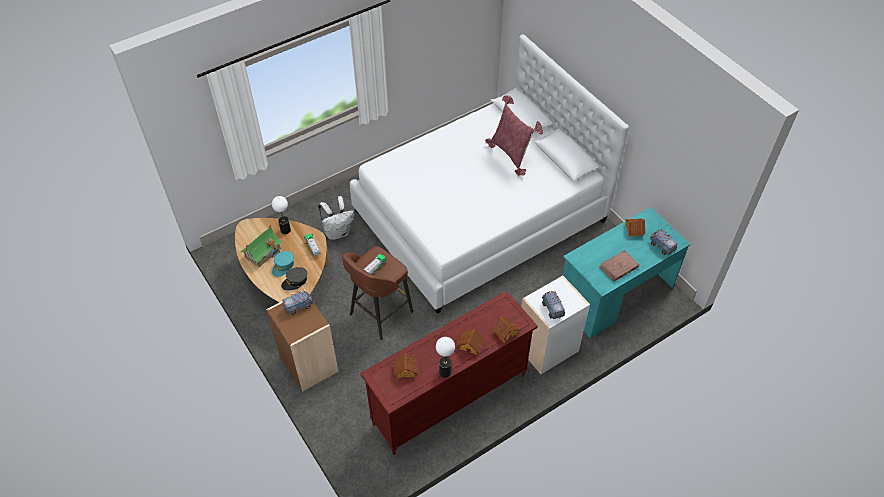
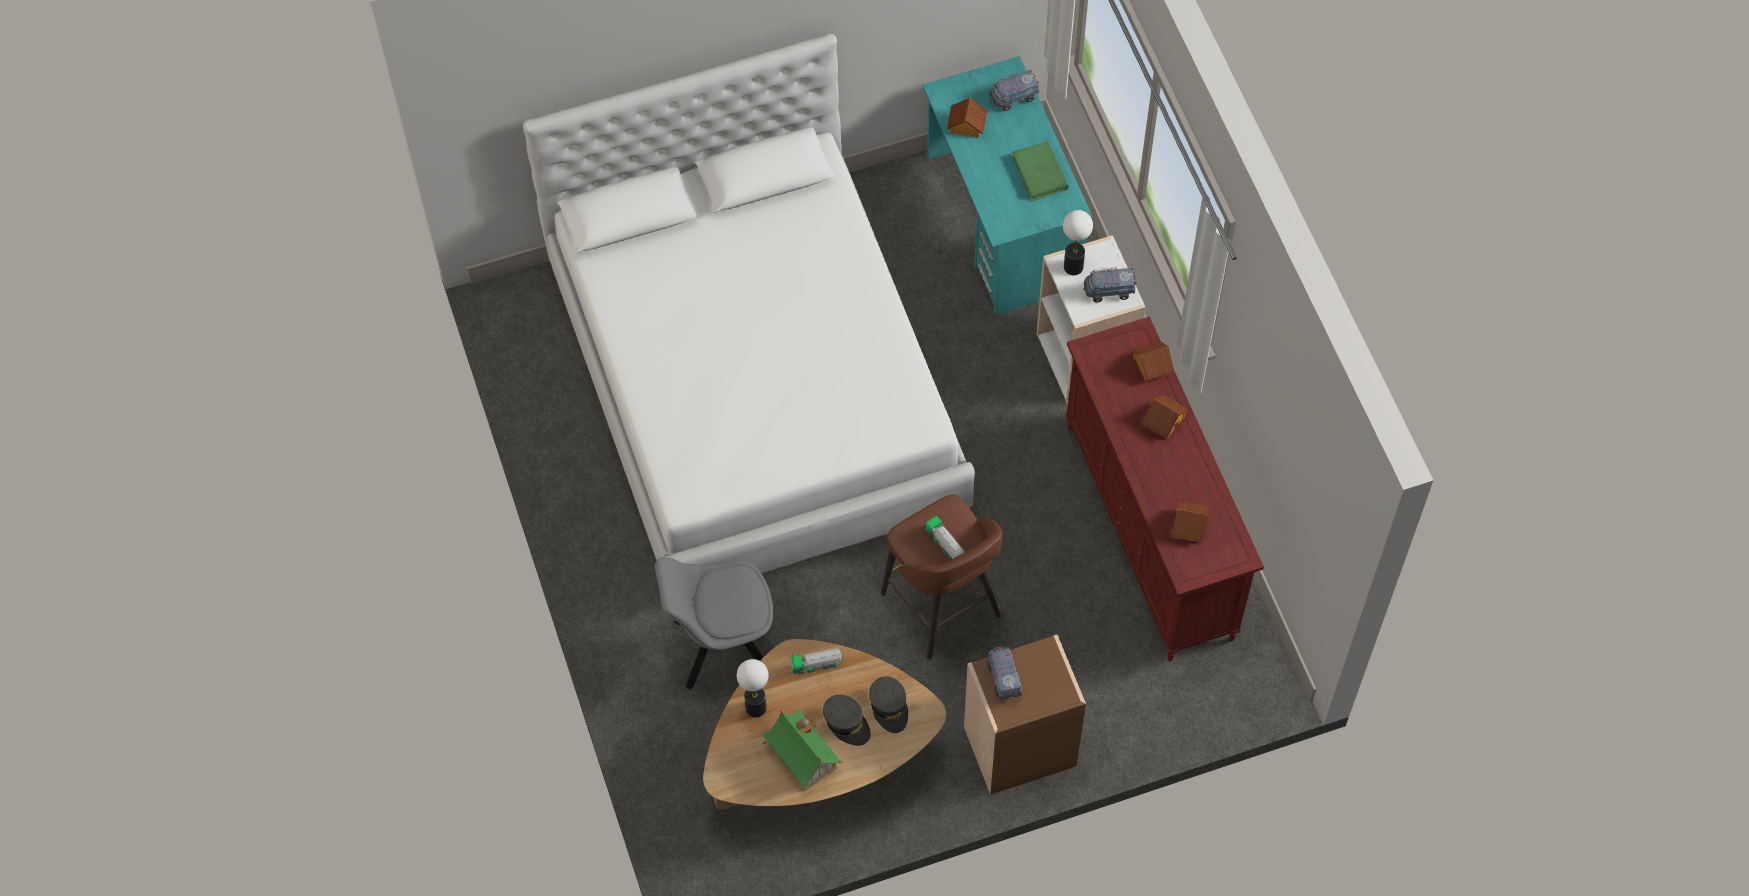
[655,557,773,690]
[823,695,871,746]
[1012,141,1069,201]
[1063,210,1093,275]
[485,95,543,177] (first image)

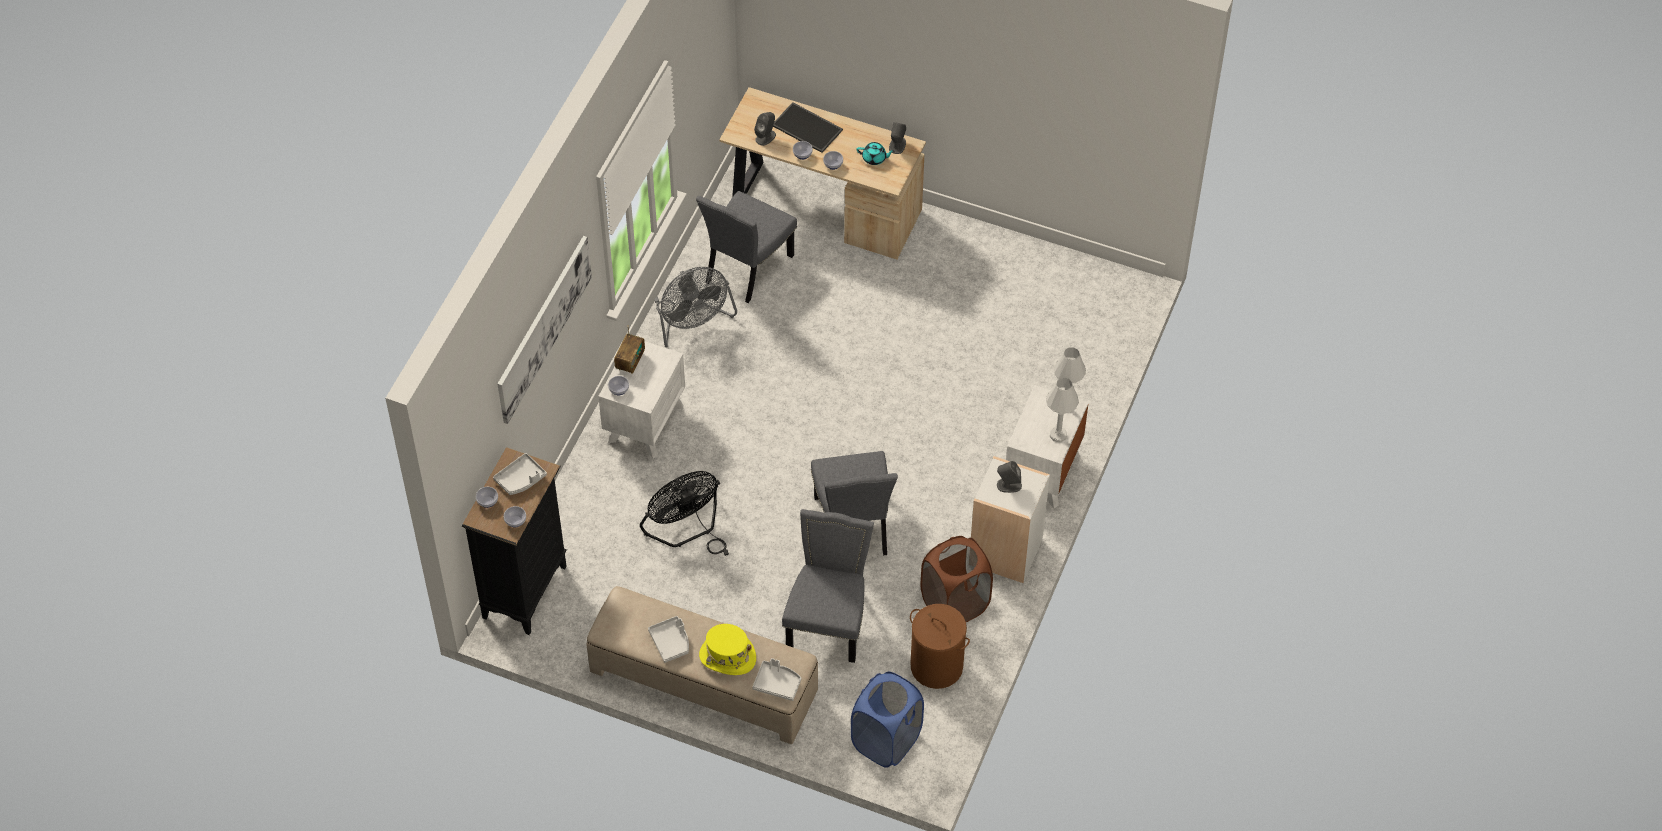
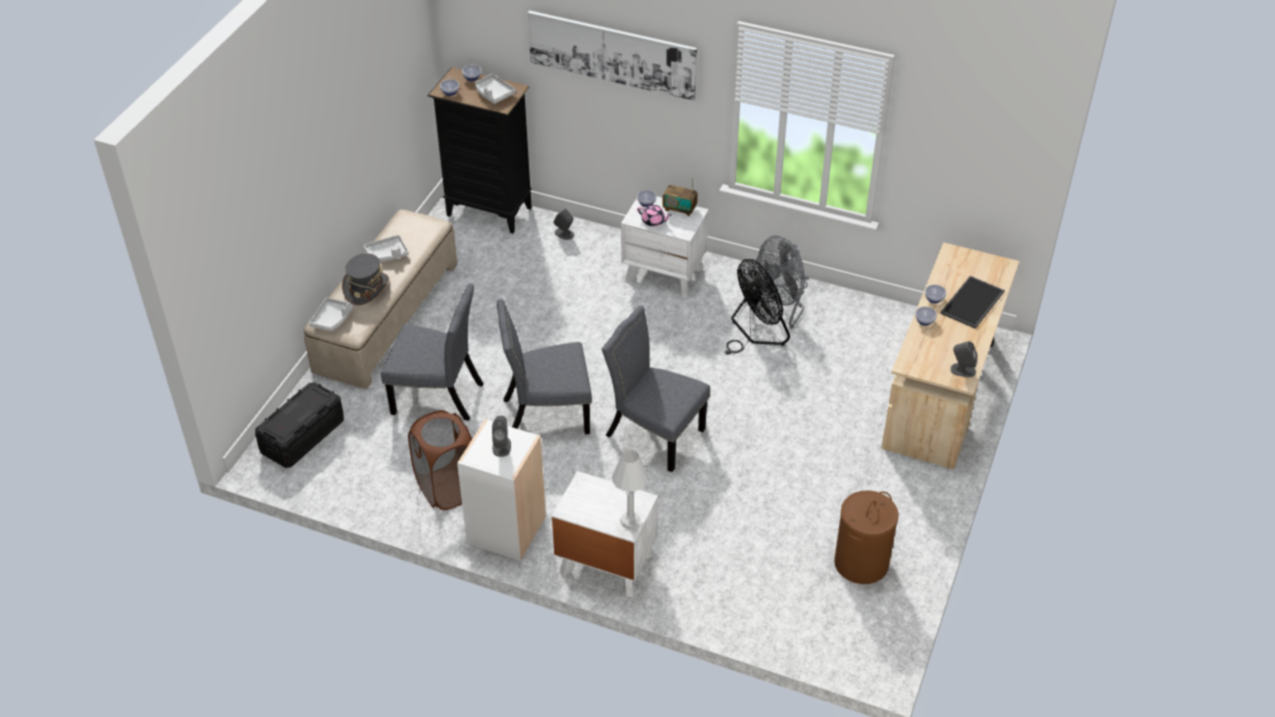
[255,382,344,468]
[342,253,389,305]
[553,208,574,240]
[602,305,710,472]
[637,205,672,227]
[724,259,790,355]
[834,490,899,584]
[856,142,895,165] (first image)
[1046,378,1079,442] (first image)

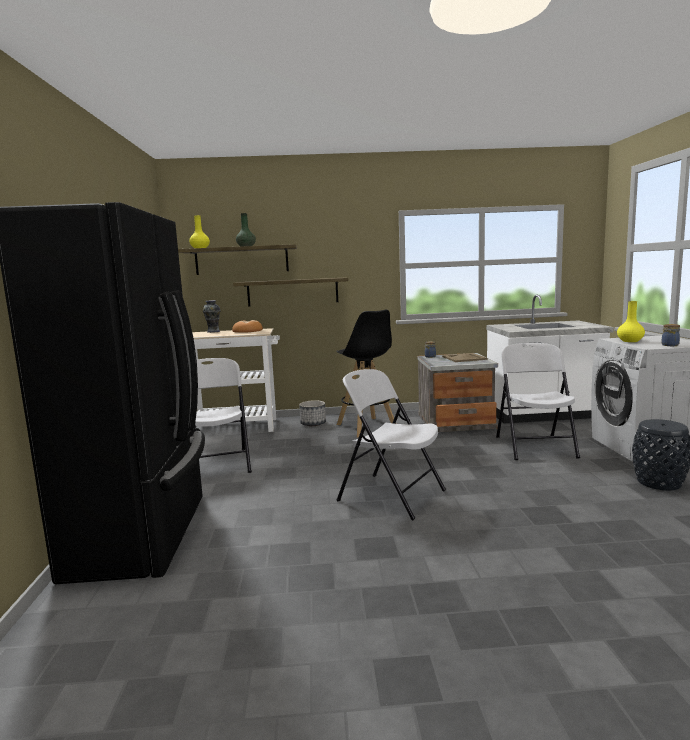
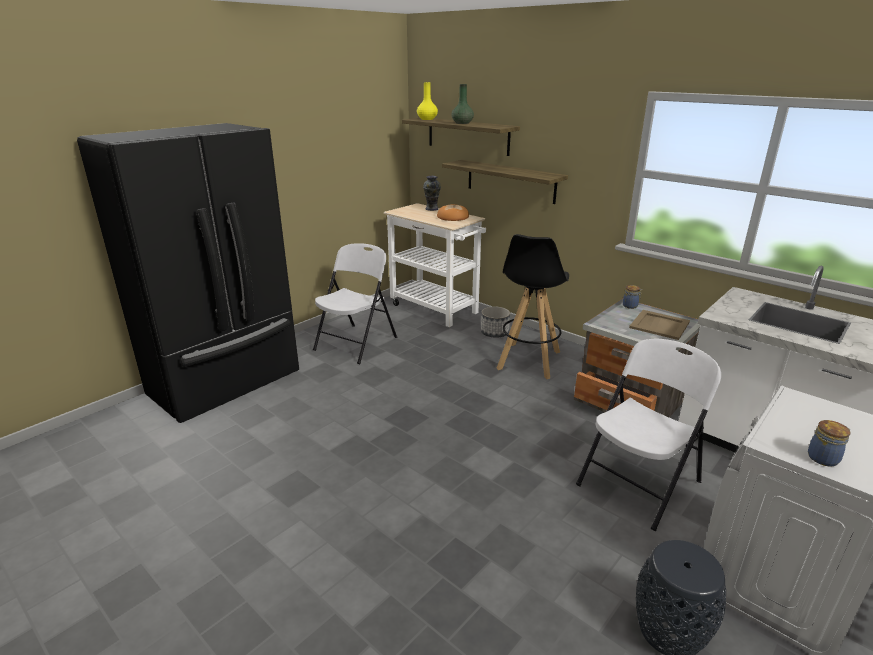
[337,369,446,521] (first image)
[617,301,645,342] (first image)

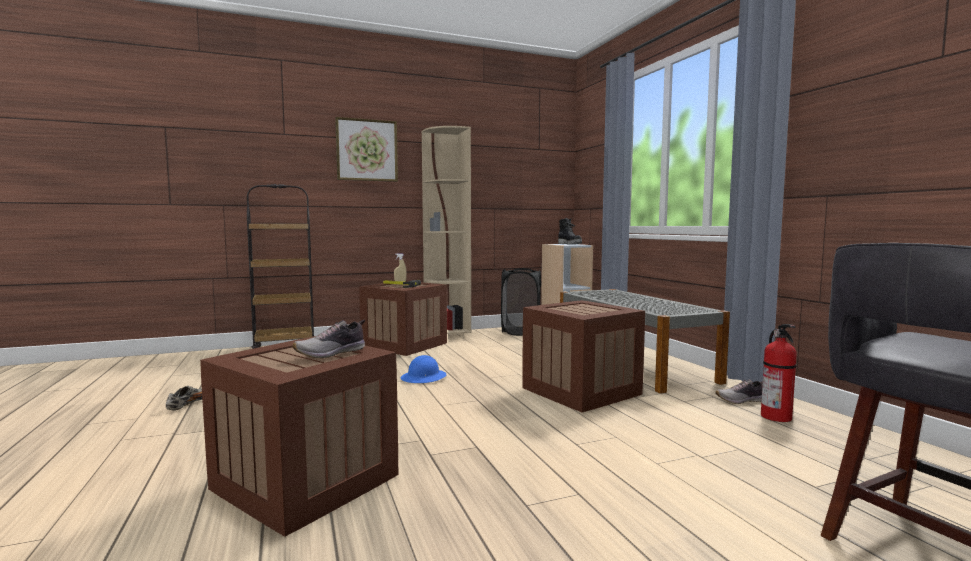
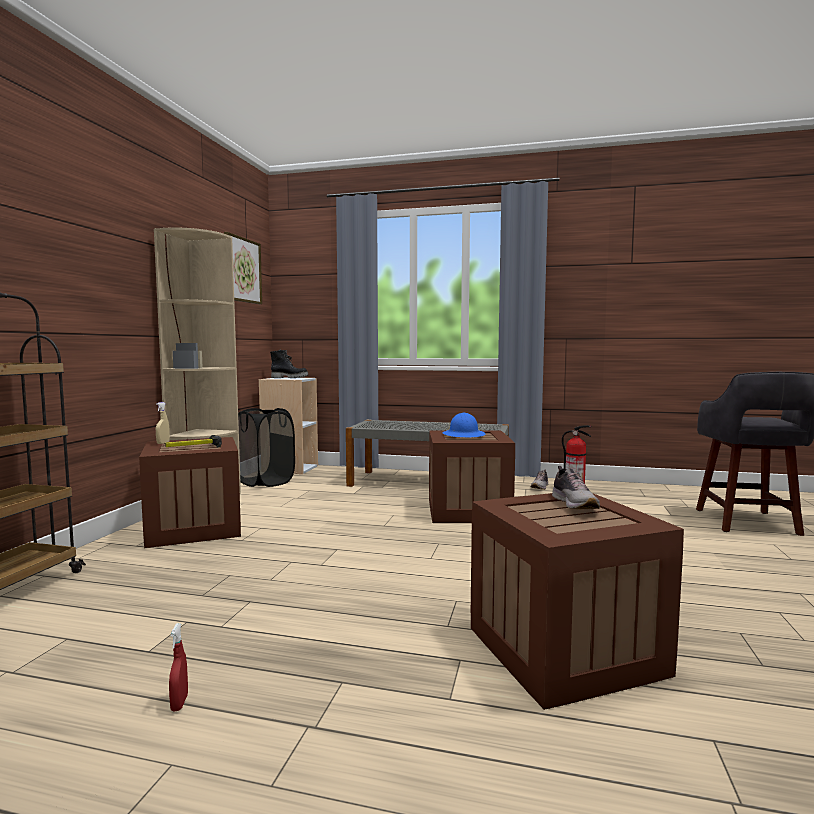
[169,623,188,711]
[224,232,262,304]
[443,412,486,437]

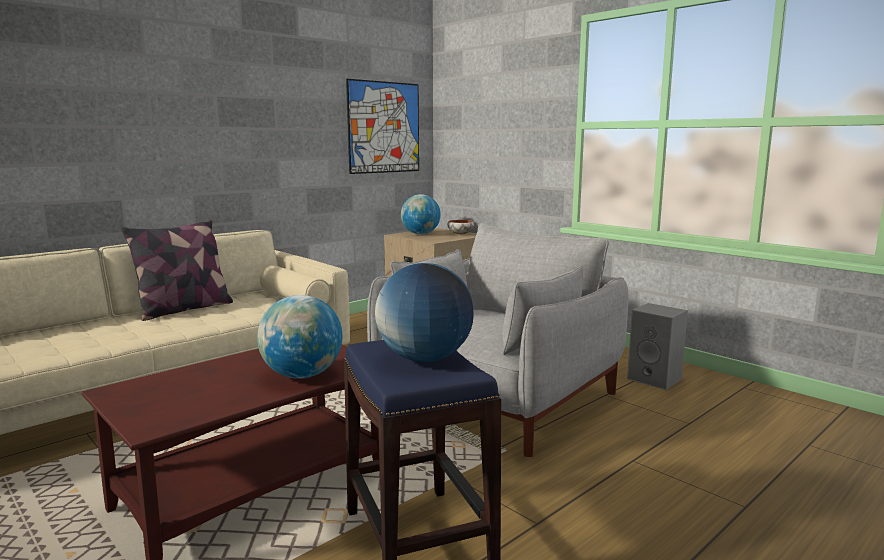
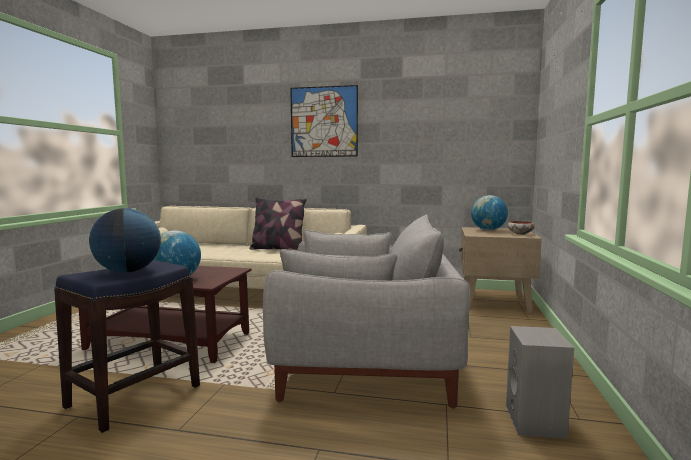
[290,85,358,157]

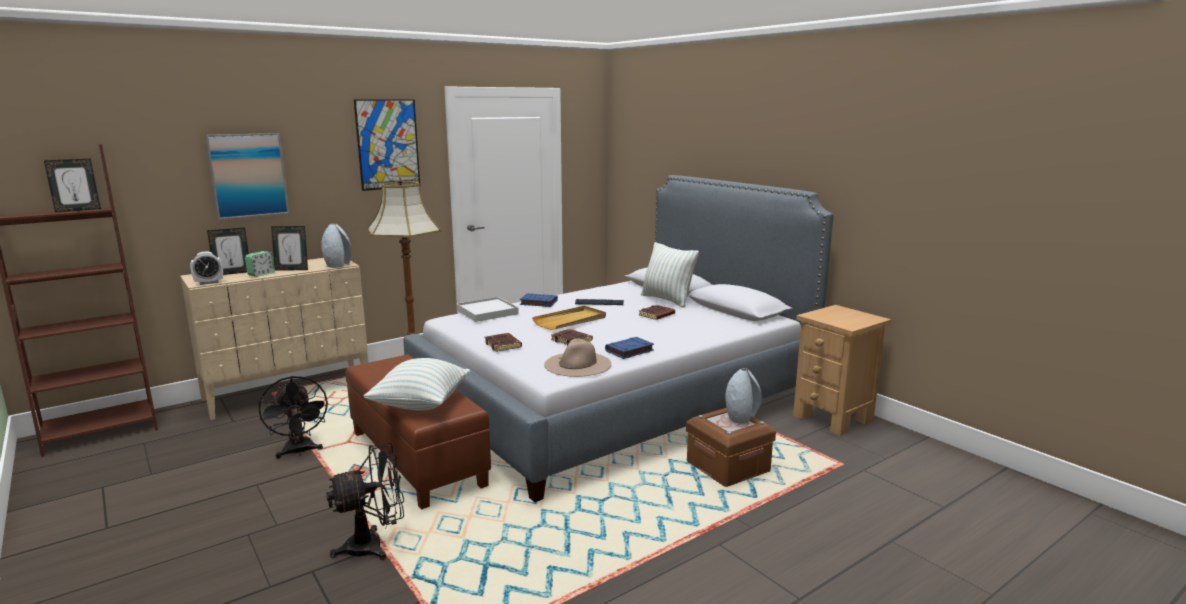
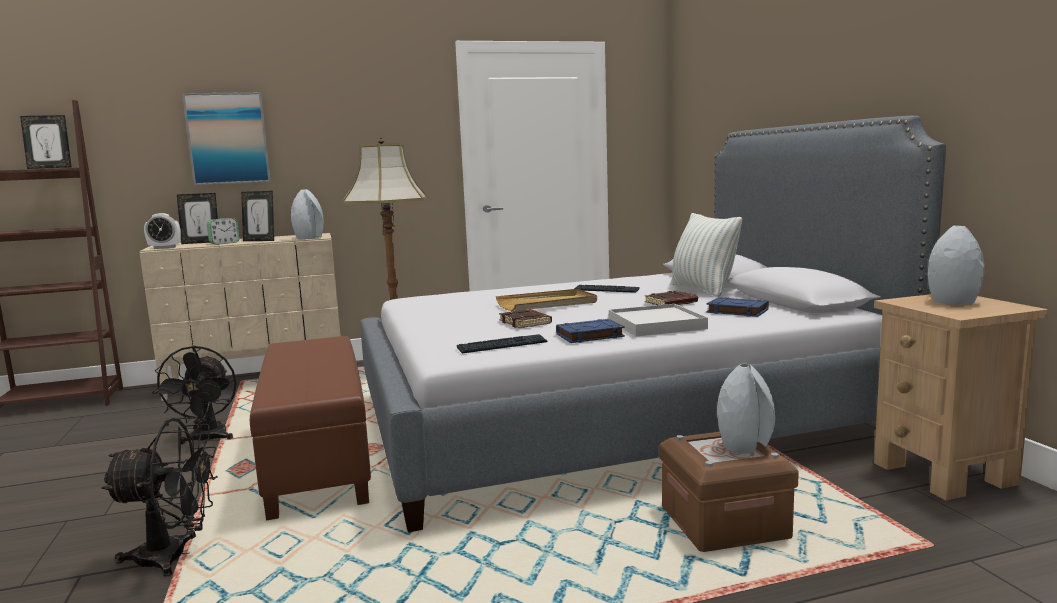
[457,334,548,353]
[609,304,708,336]
[706,297,769,317]
[928,225,985,305]
[354,99,420,191] (first image)
[364,358,470,411] (first image)
[485,333,522,352] (first image)

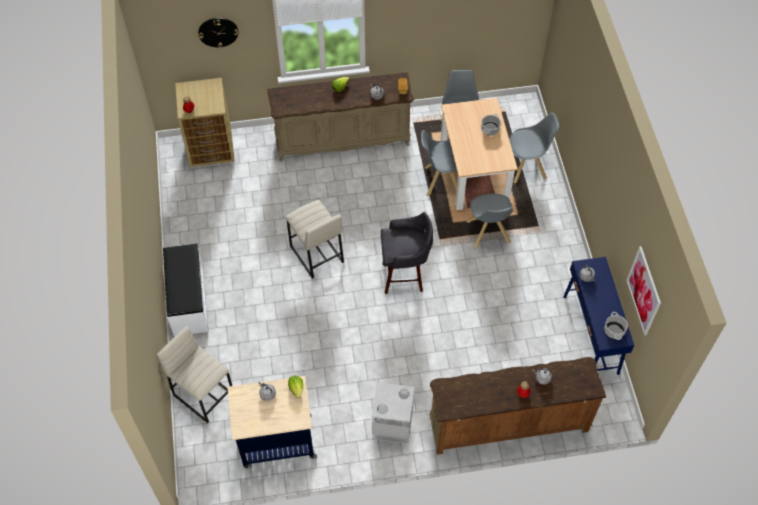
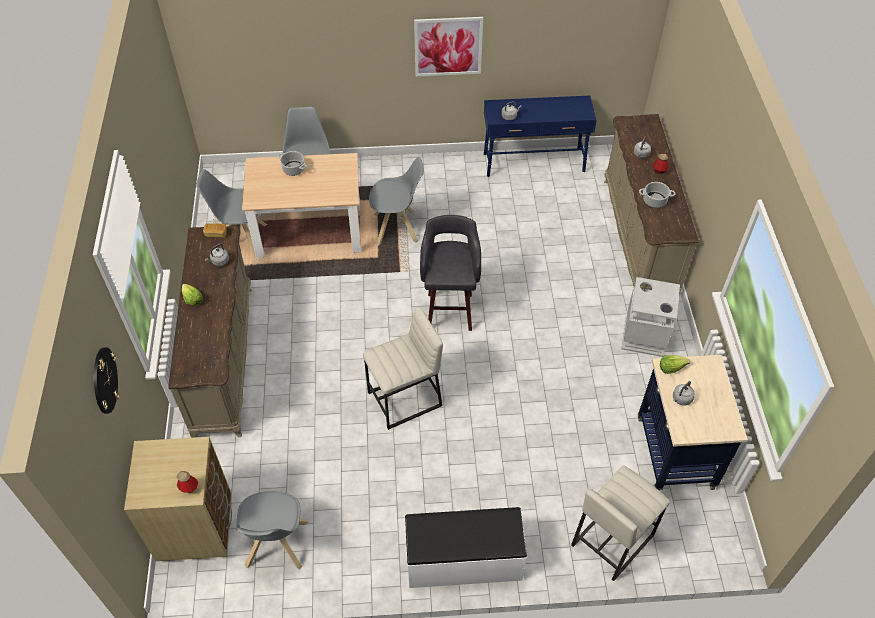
[236,491,308,570]
[414,17,483,76]
[639,182,675,208]

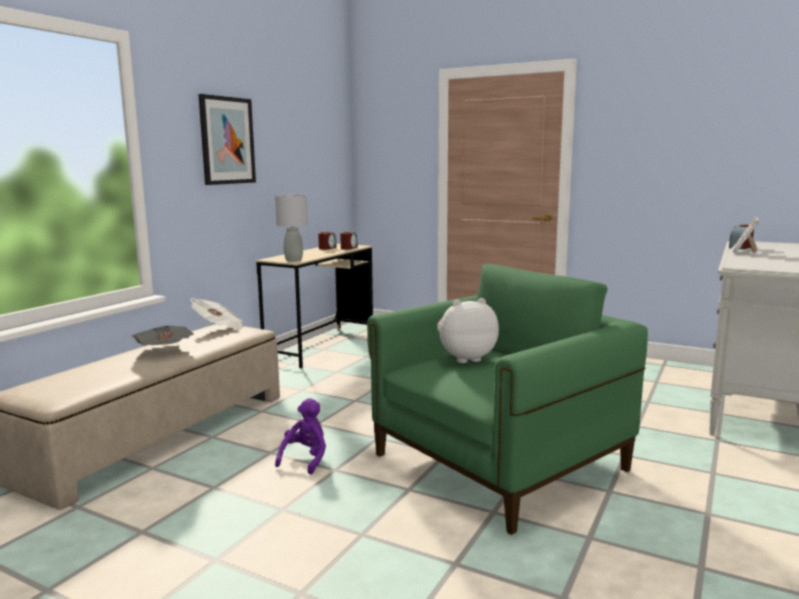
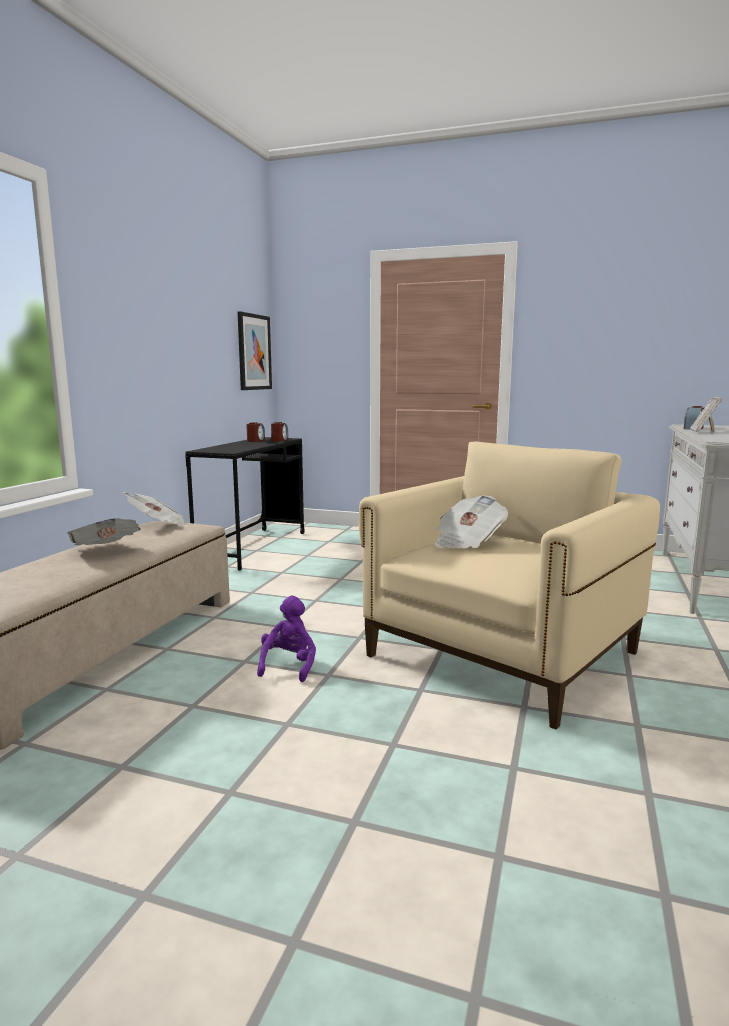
[185,437,305,570]
[238,311,272,390]
[359,441,660,730]
[434,495,508,549]
[275,195,308,262] (first image)

